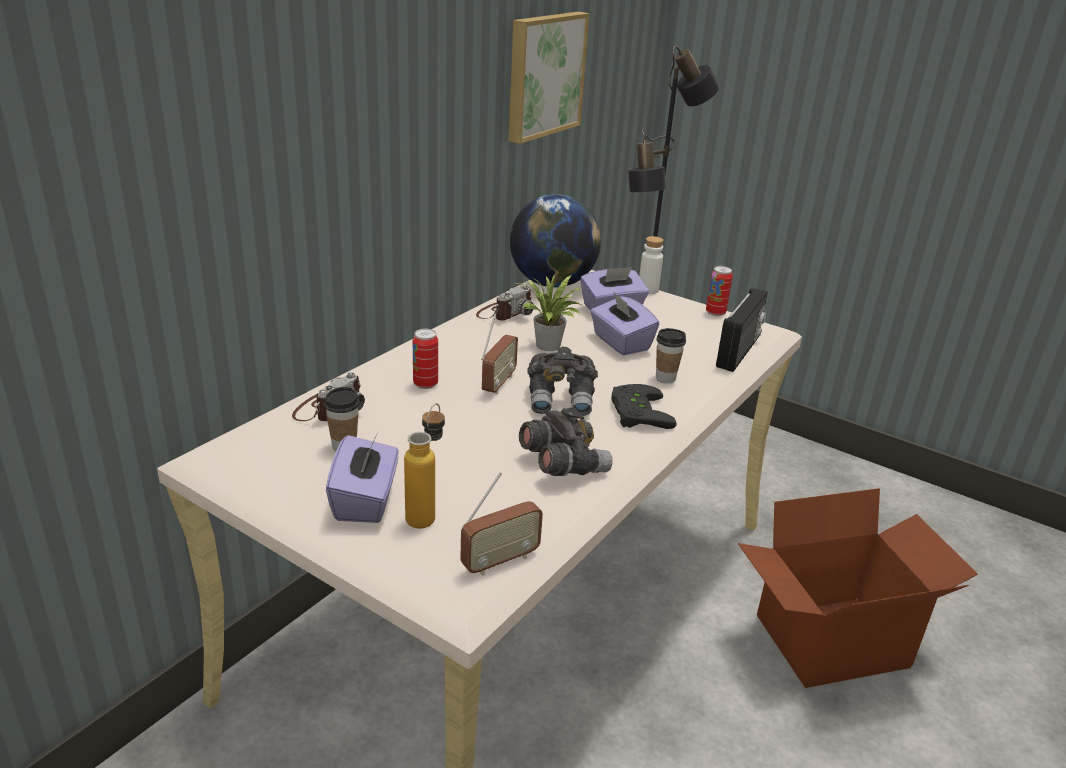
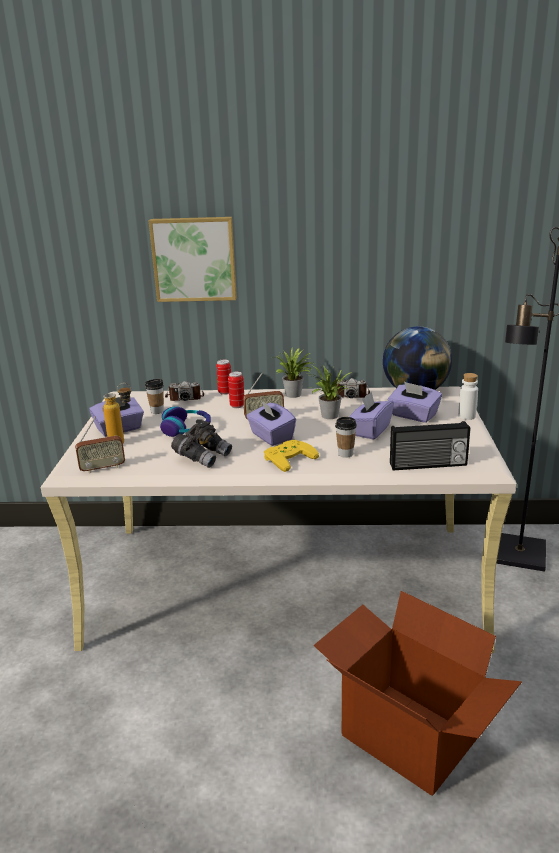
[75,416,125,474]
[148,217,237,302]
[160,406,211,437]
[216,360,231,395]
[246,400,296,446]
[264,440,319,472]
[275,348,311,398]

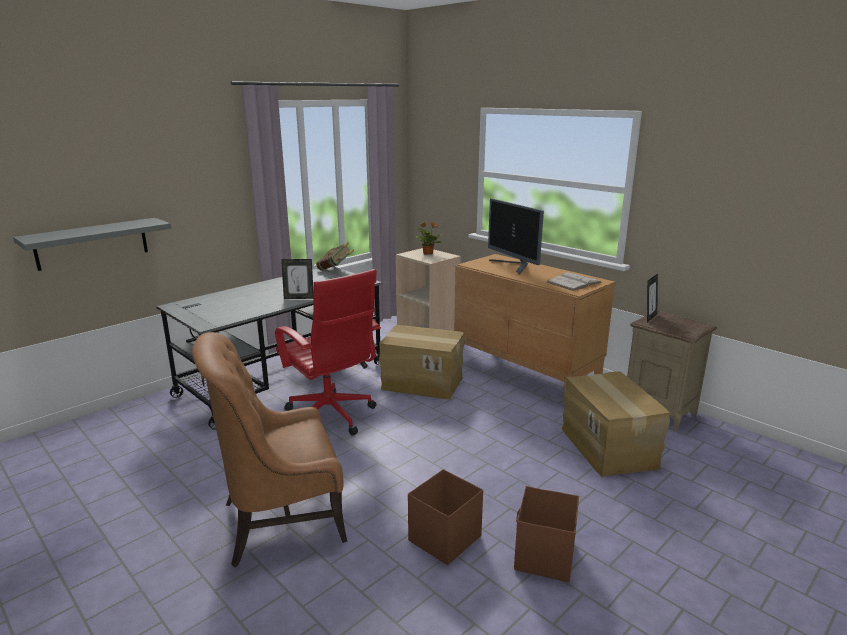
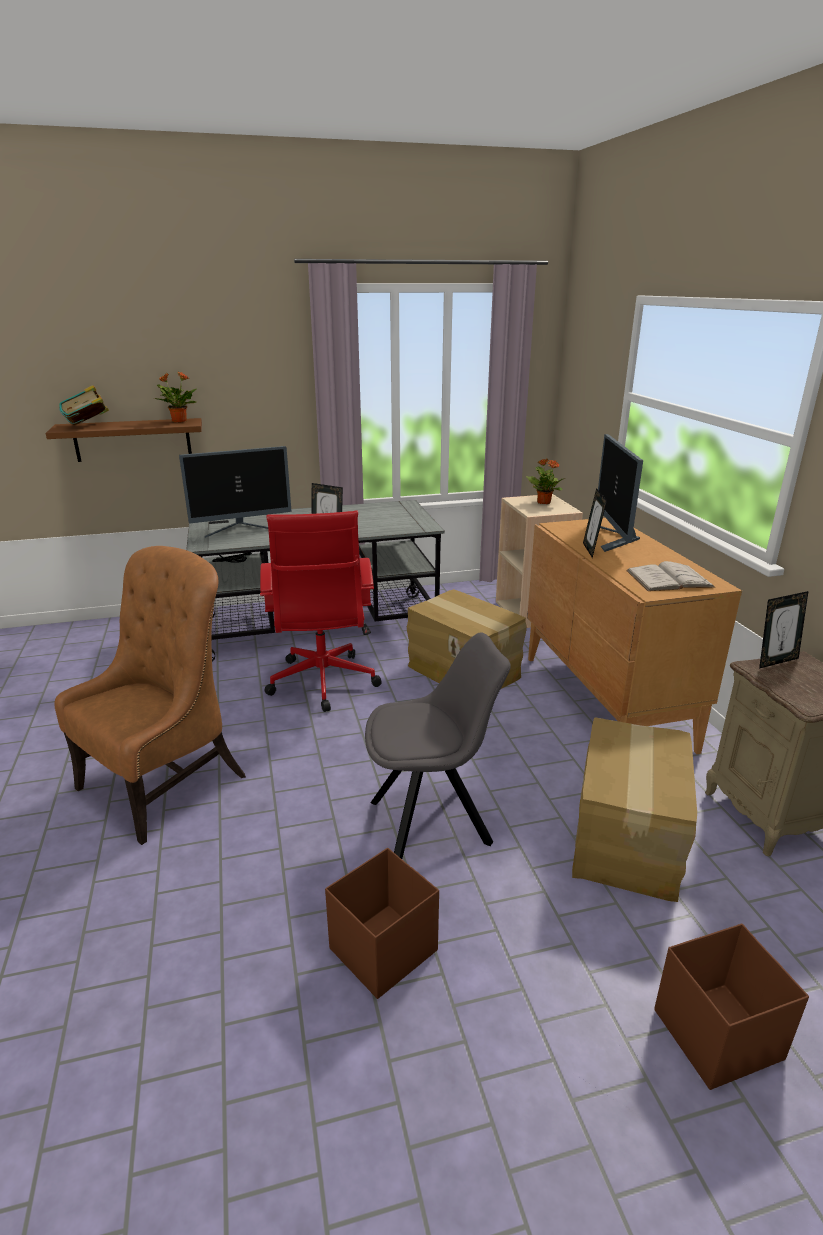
[46,418,202,462]
[54,546,246,845]
[59,385,109,425]
[154,372,197,423]
[179,446,291,538]
[365,633,511,859]
[583,488,607,558]
[654,923,809,1090]

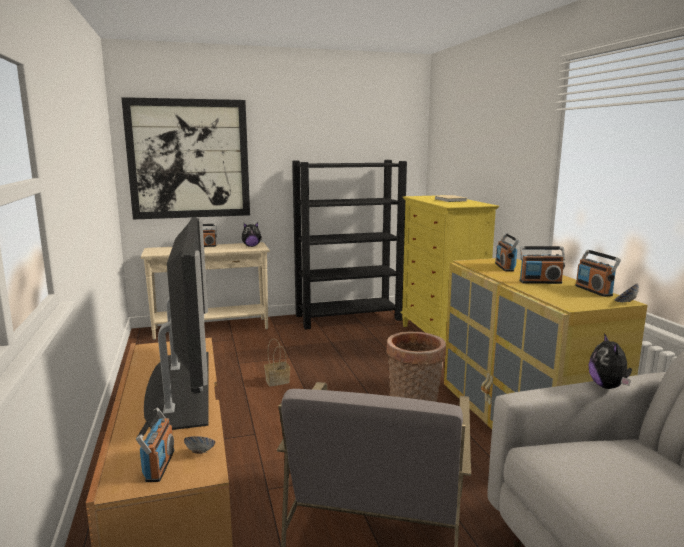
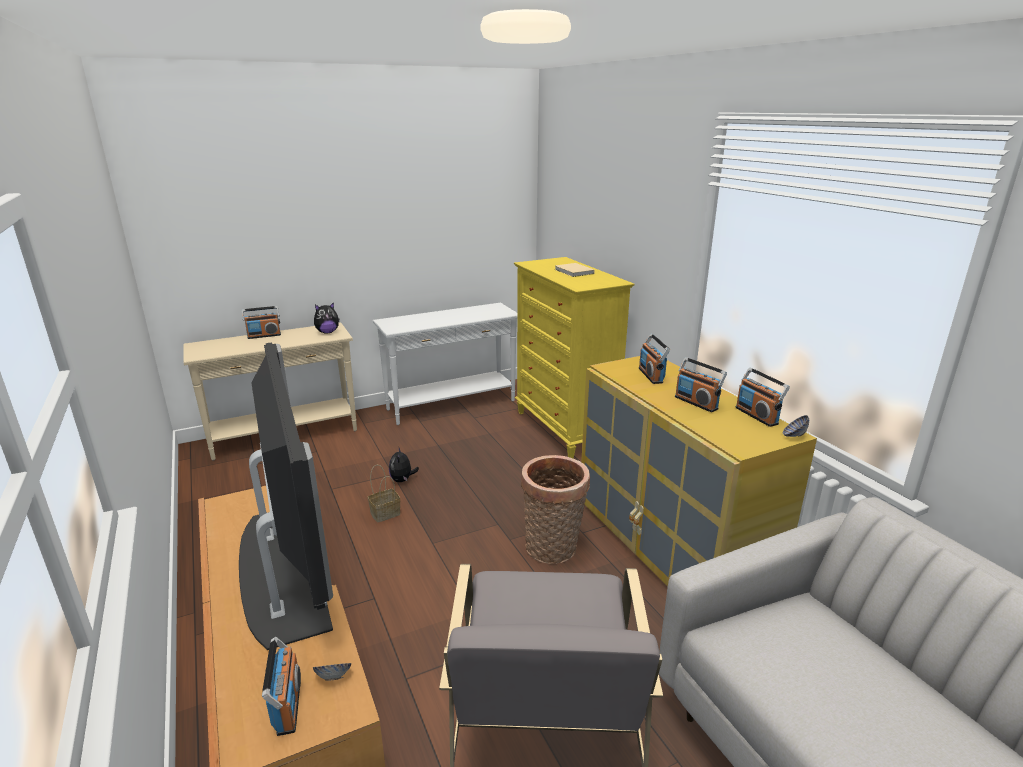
[373,303,517,425]
[389,446,419,482]
[675,357,727,412]
[121,97,250,220] (first image)

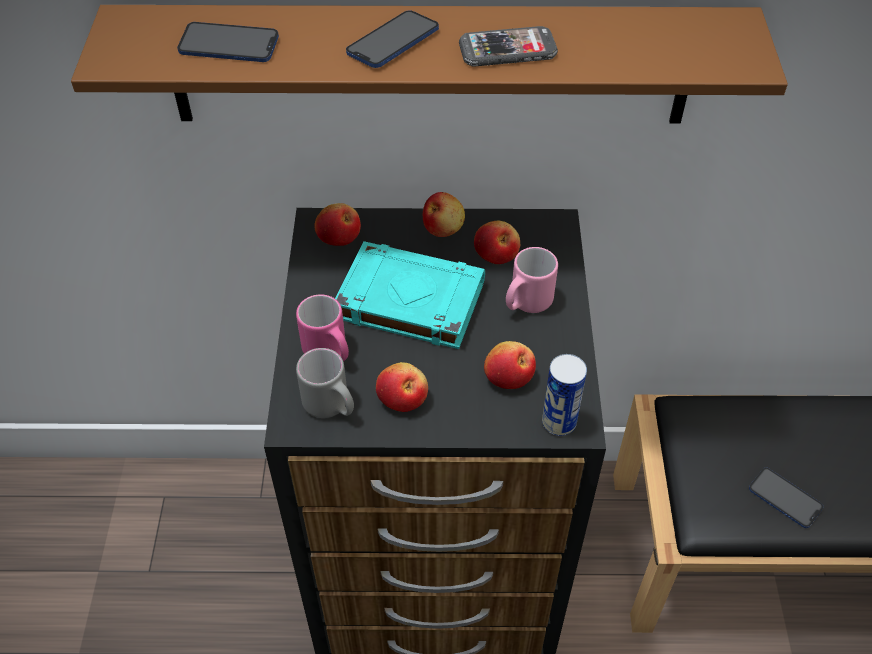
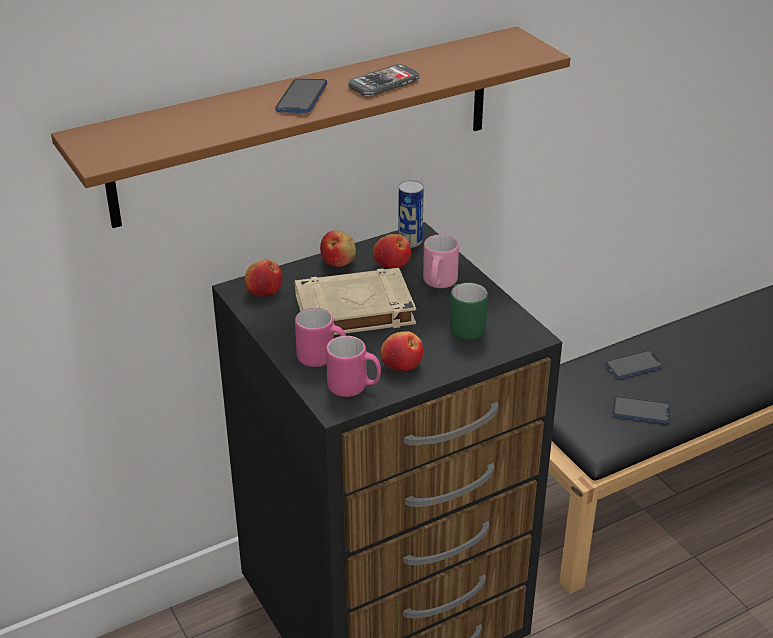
[295,268,416,335]
[326,336,381,397]
[398,180,424,248]
[449,283,488,340]
[606,350,663,379]

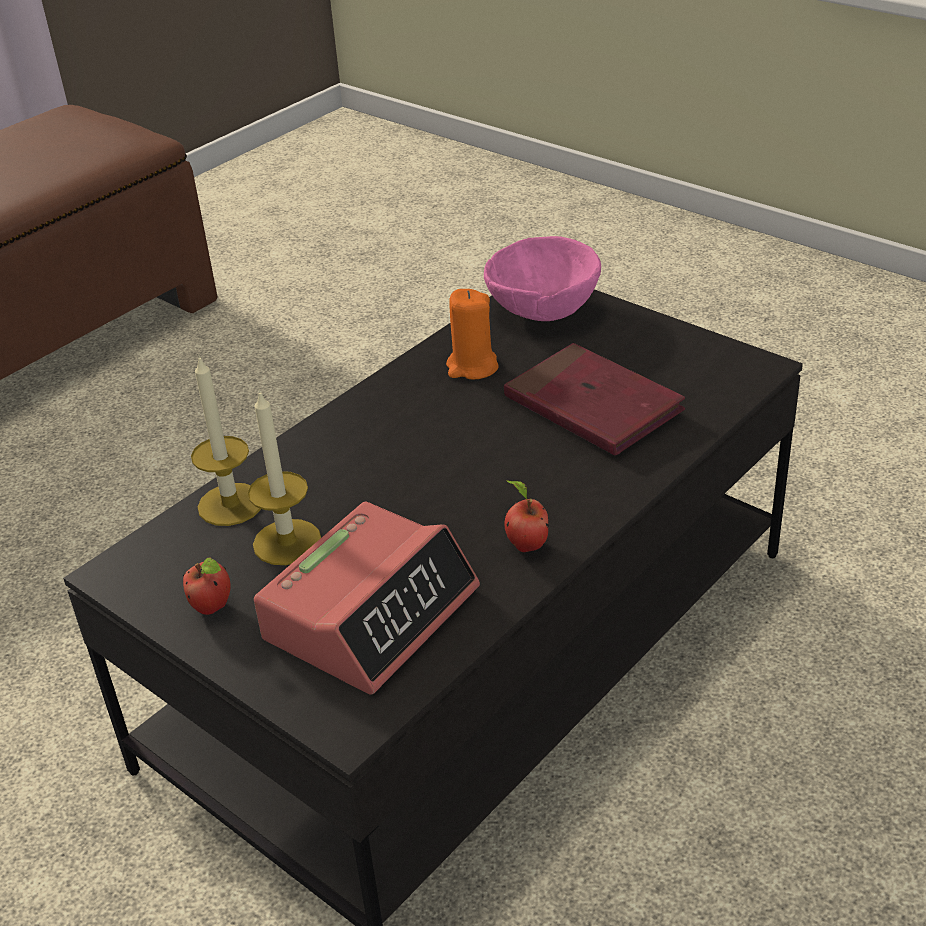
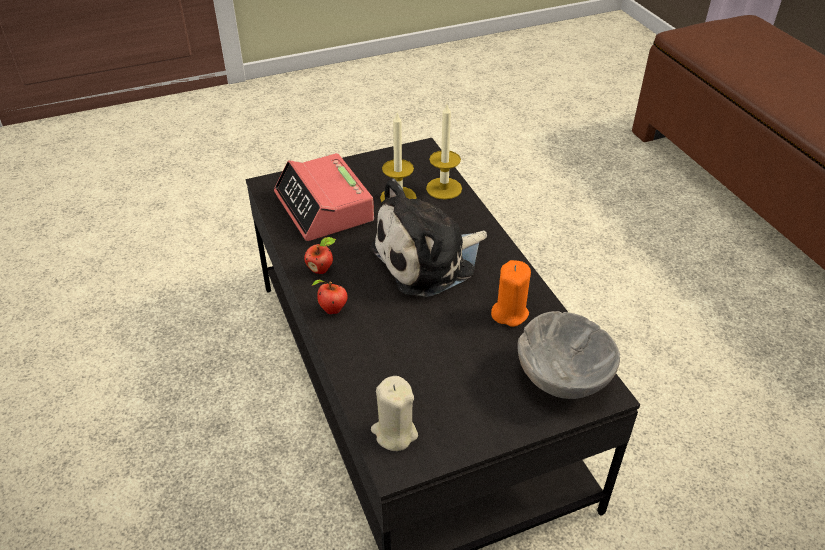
[312,279,348,314]
[370,179,487,297]
[371,376,418,451]
[517,311,620,399]
[504,343,685,455] (first image)

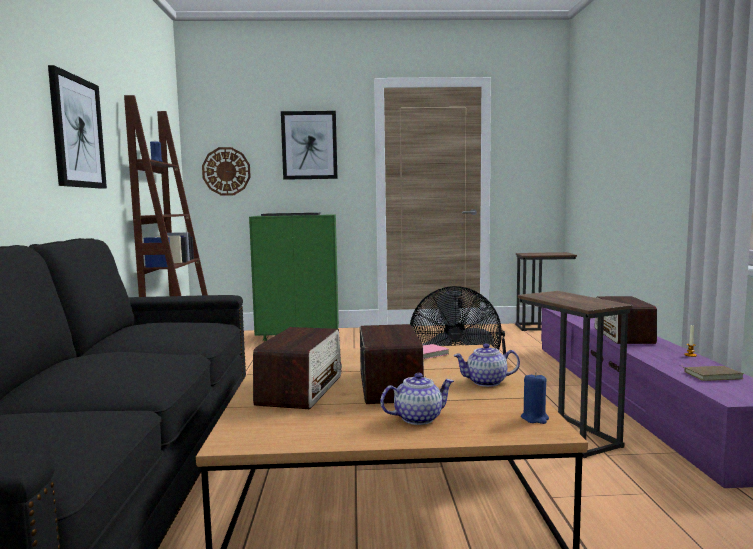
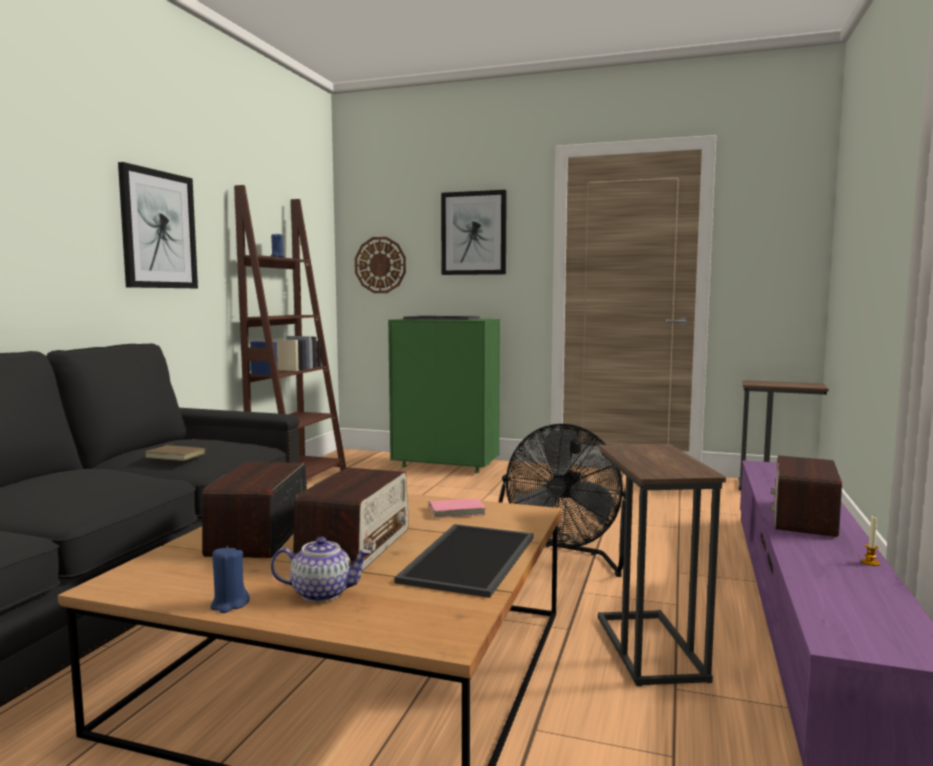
[145,444,206,461]
[202,462,307,558]
[210,546,250,613]
[394,524,534,598]

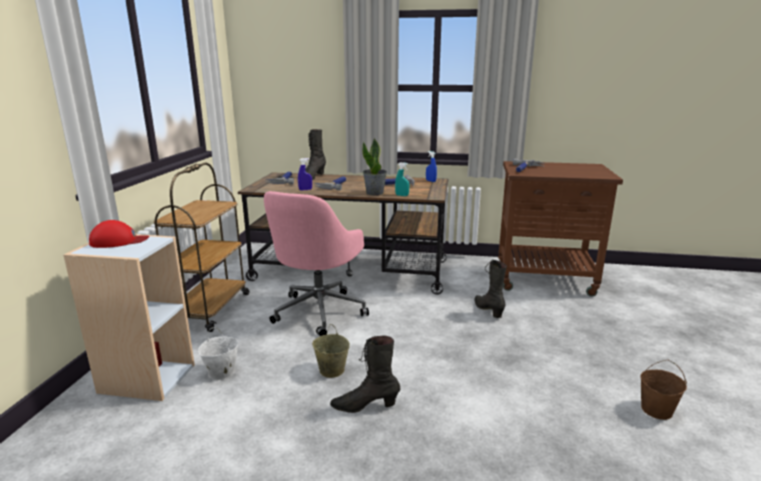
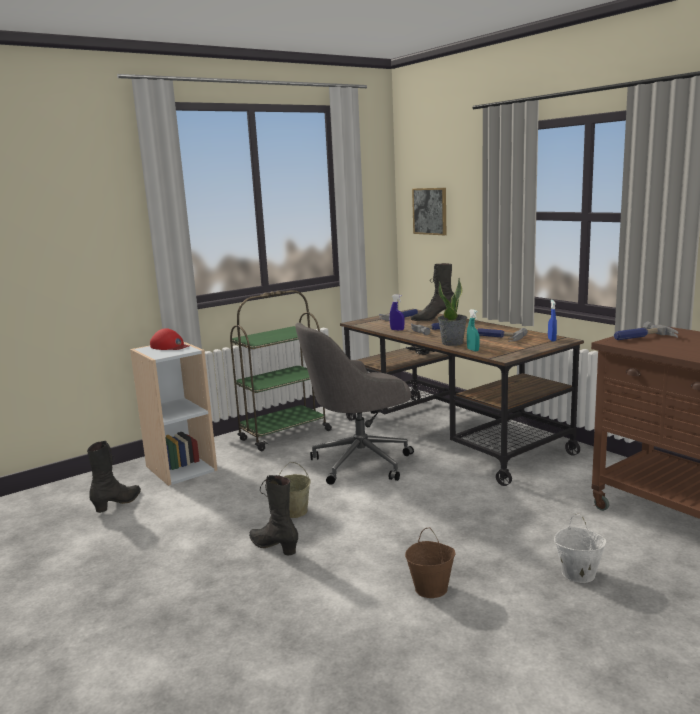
[87,441,141,513]
[230,290,332,451]
[295,323,414,485]
[405,527,455,598]
[412,188,446,235]
[554,514,606,583]

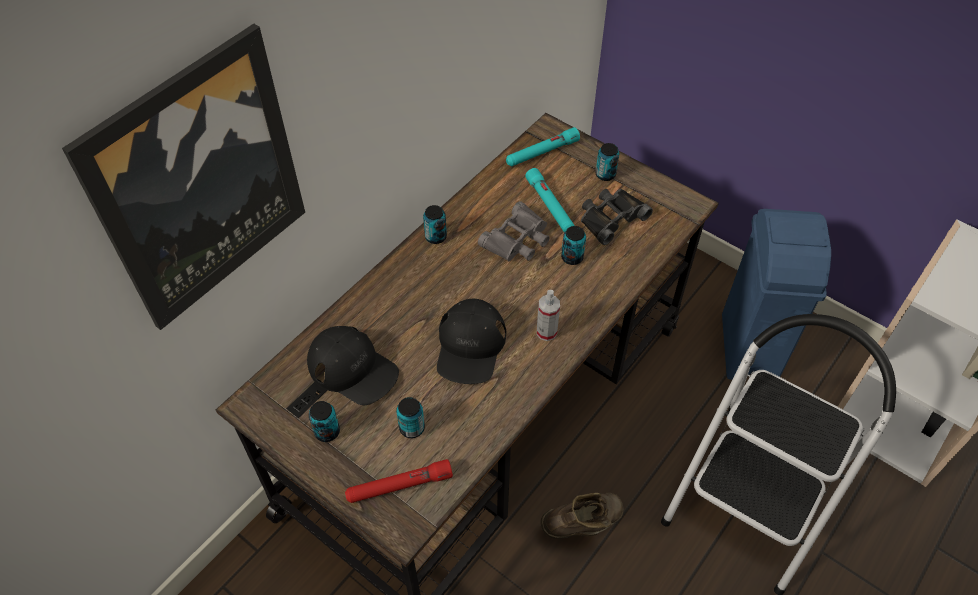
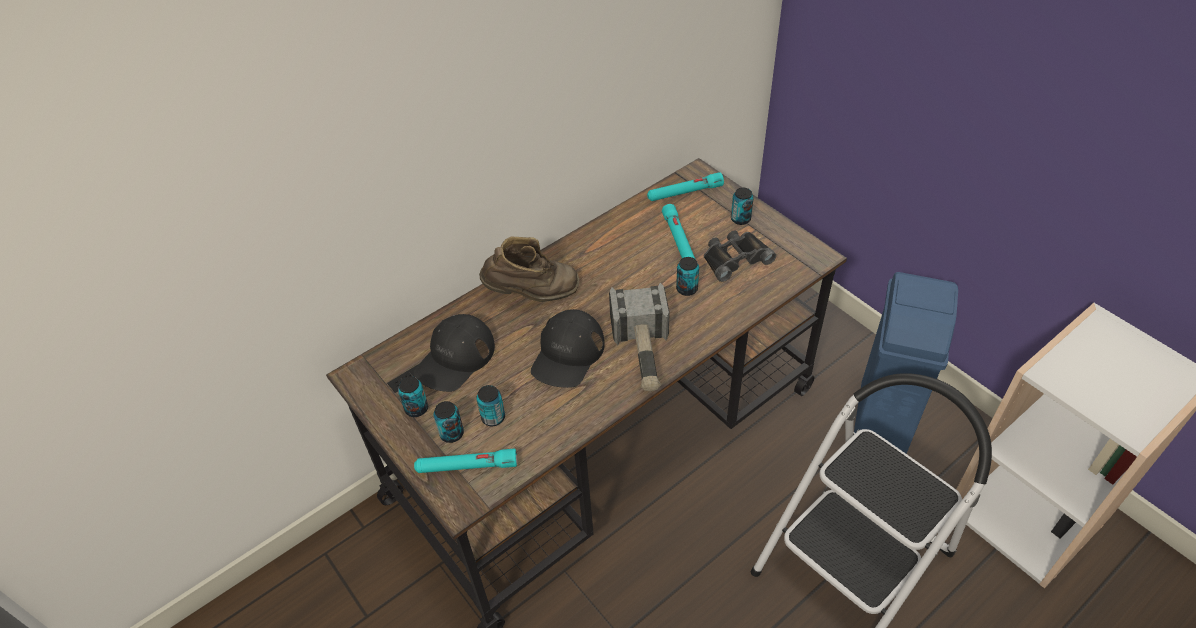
[414,314,495,392]
[414,449,517,473]
[433,401,464,443]
[479,237,579,302]
[609,283,669,391]
[62,24,305,330] (first image)
[478,201,550,261] (first image)

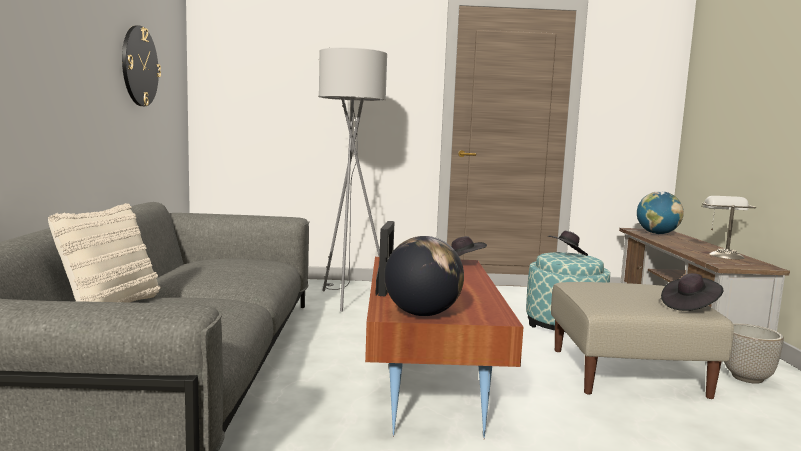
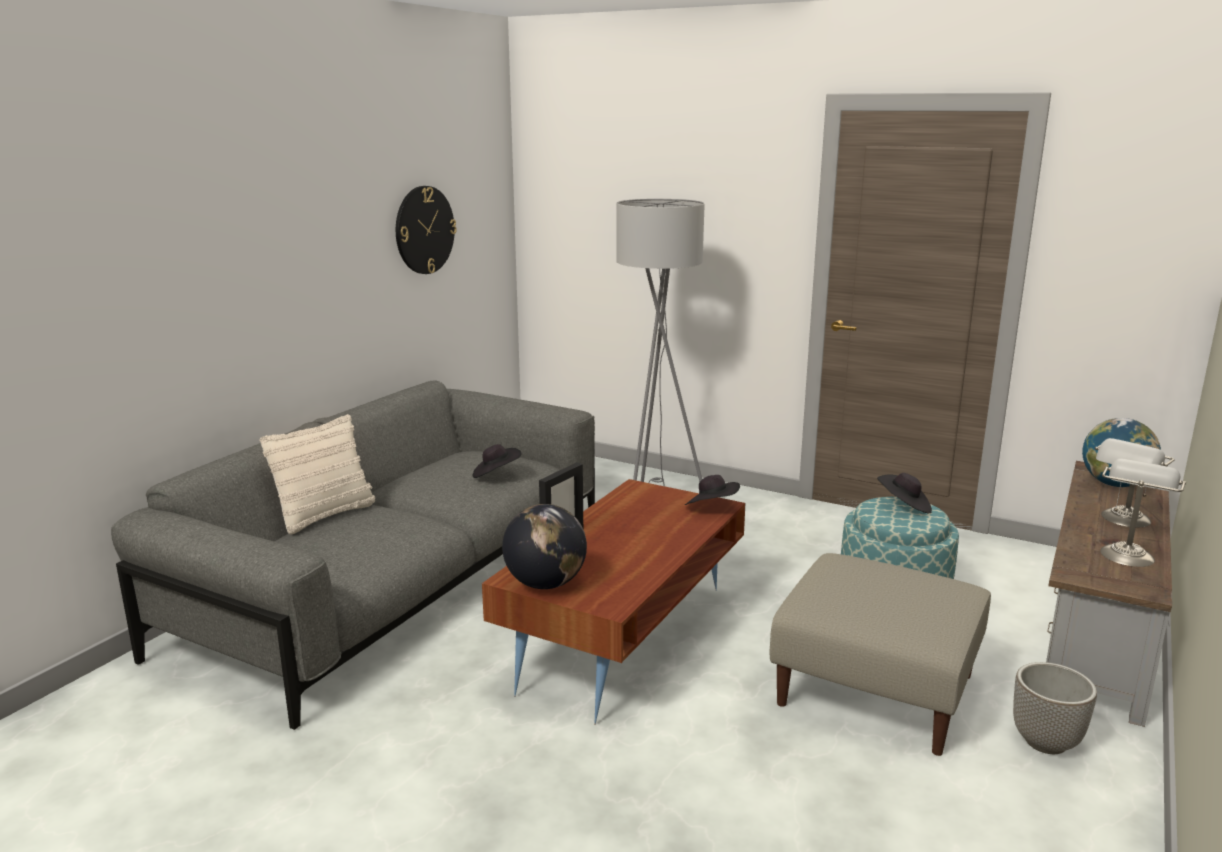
[472,444,521,478]
[1095,438,1175,527]

